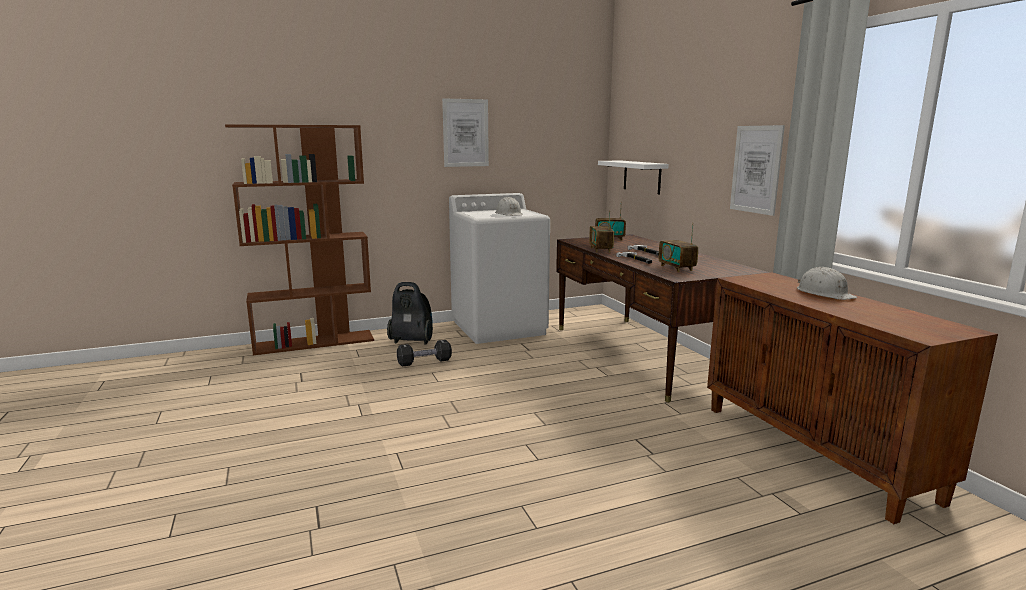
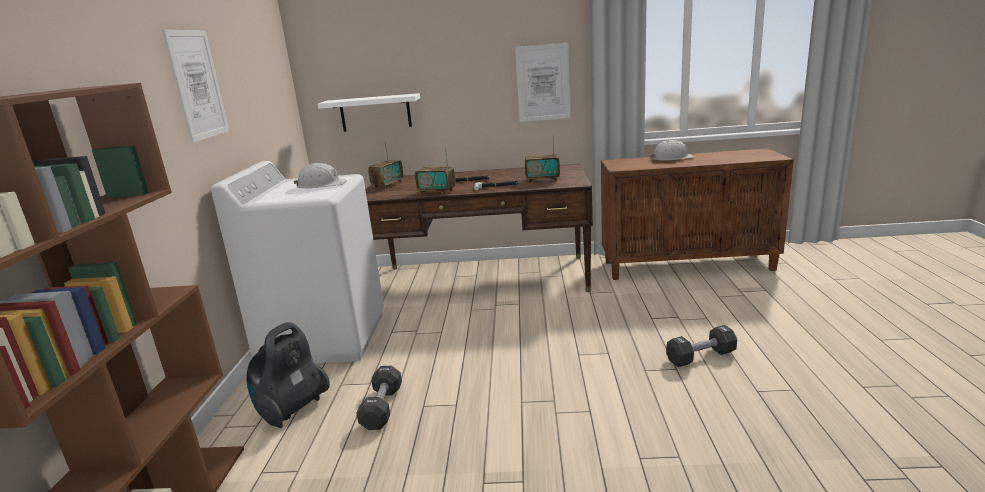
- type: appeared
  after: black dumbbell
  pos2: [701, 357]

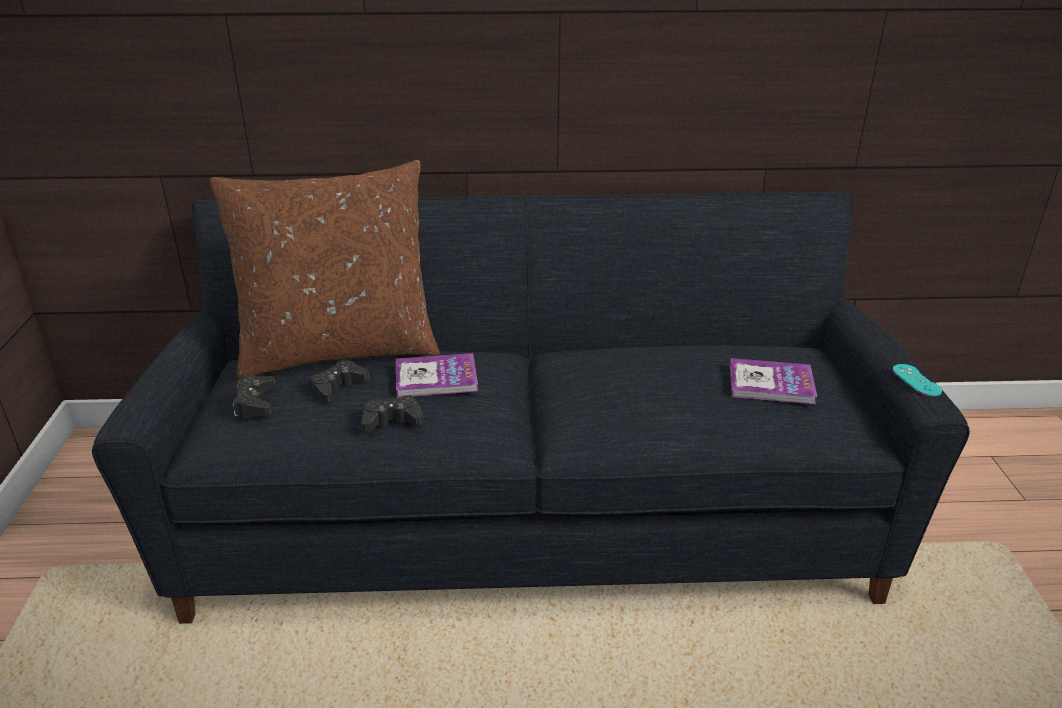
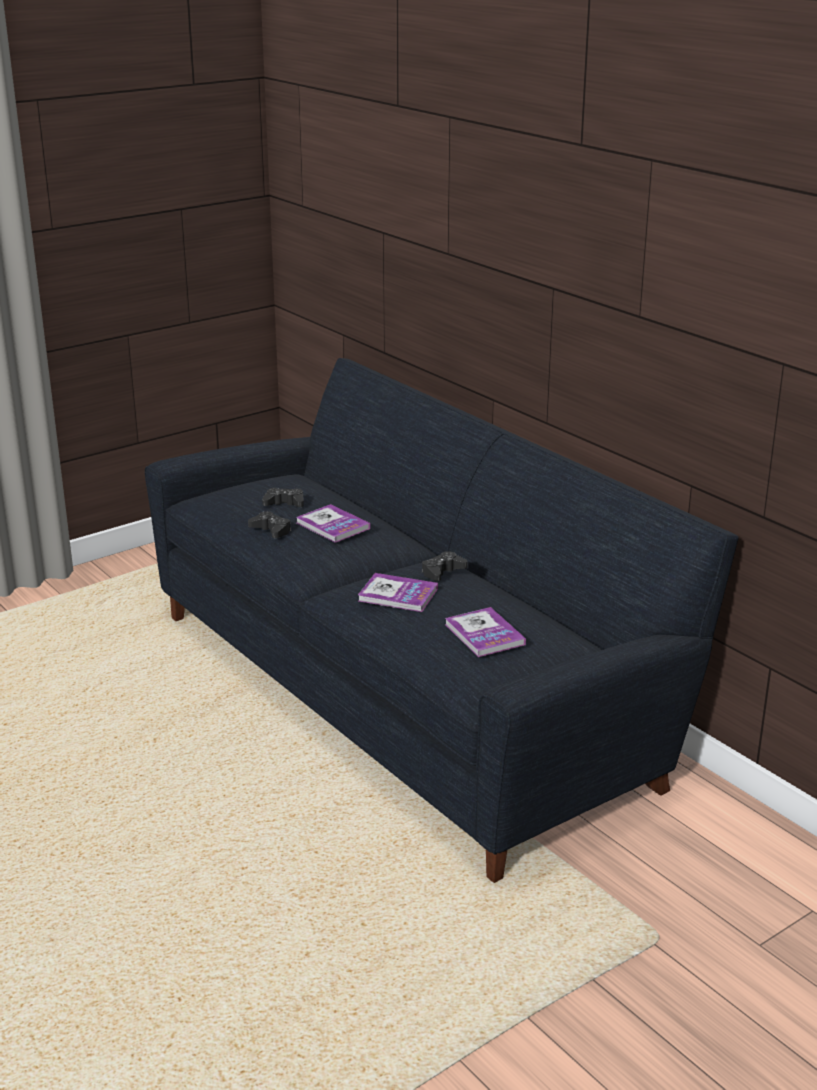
- type: missing
  before: brown pillow
  pos1: [339, 350]
- type: missing
  before: turquoise game controller
  pos1: [916, 380]
- type: relocated
  before: black game controller
  pos1: [255, 402]
  pos2: [442, 572]
- type: appeared
  after: book
  pos2: [398, 595]

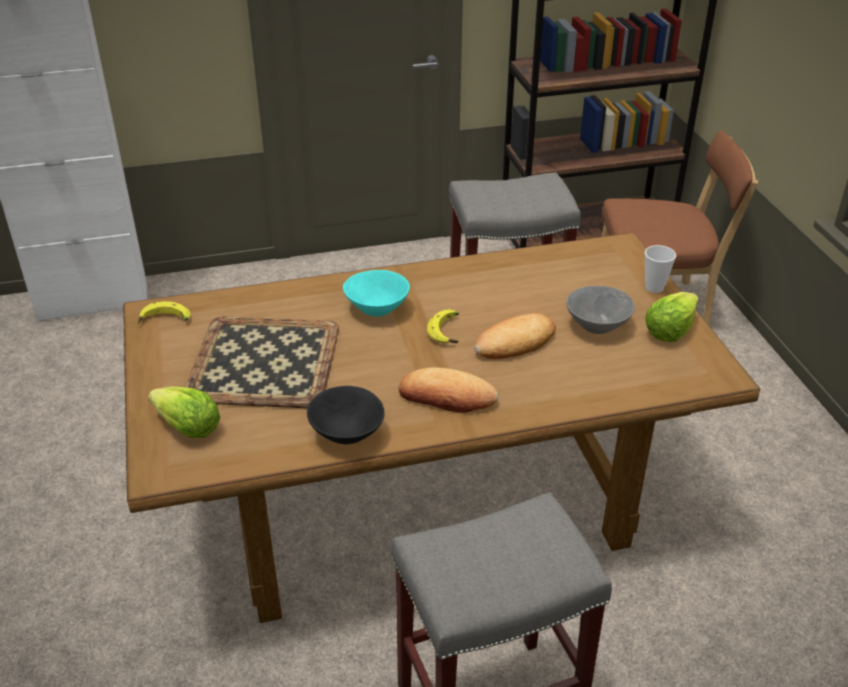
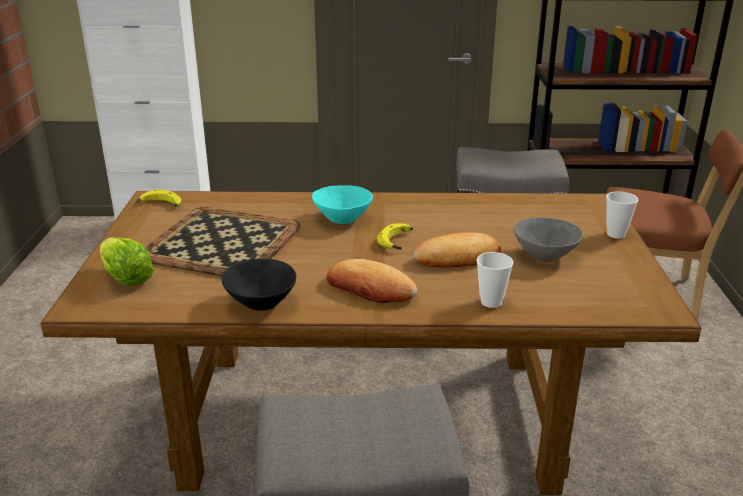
- type: missing
  before: lettuce
  pos1: [669, 331]
- type: appeared
  after: cup
  pos2: [491, 302]

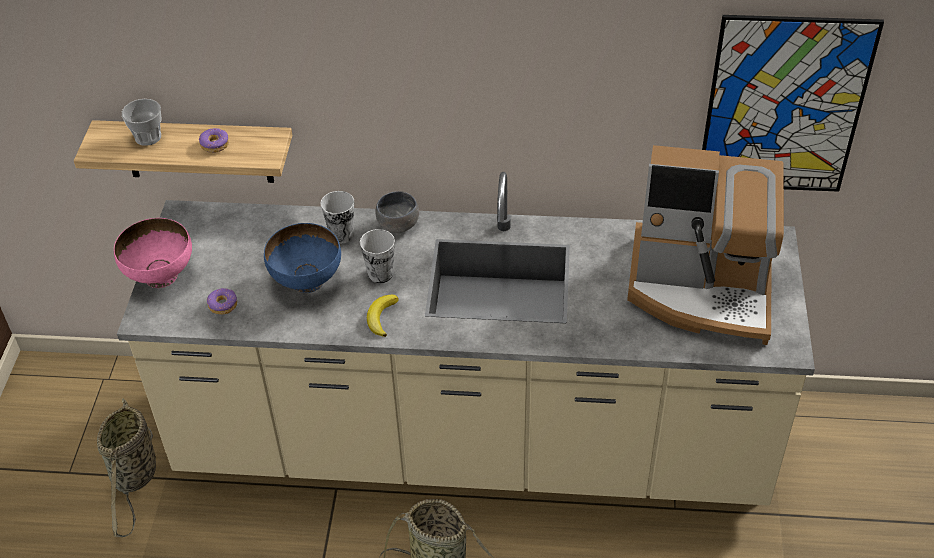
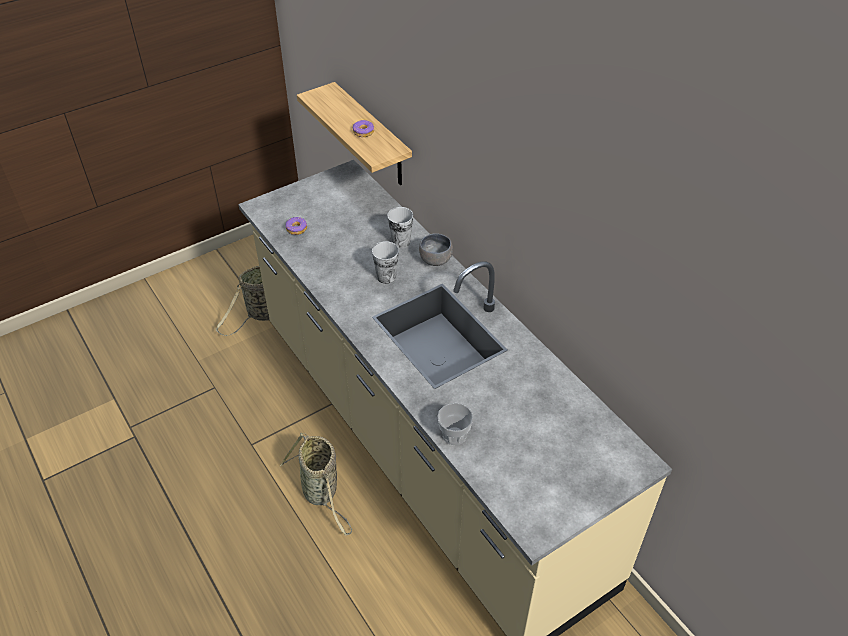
- type: missing
  before: picture
  pos1: [783, 106]
- type: relocated
  before: cup
  pos1: [148, 137]
  pos2: [454, 435]
- type: missing
  before: coffee machine
  pos1: [701, 288]
- type: missing
  before: pink bowl
  pos1: [161, 275]
- type: missing
  before: blue bowl
  pos1: [306, 281]
- type: missing
  before: banana
  pos1: [381, 317]

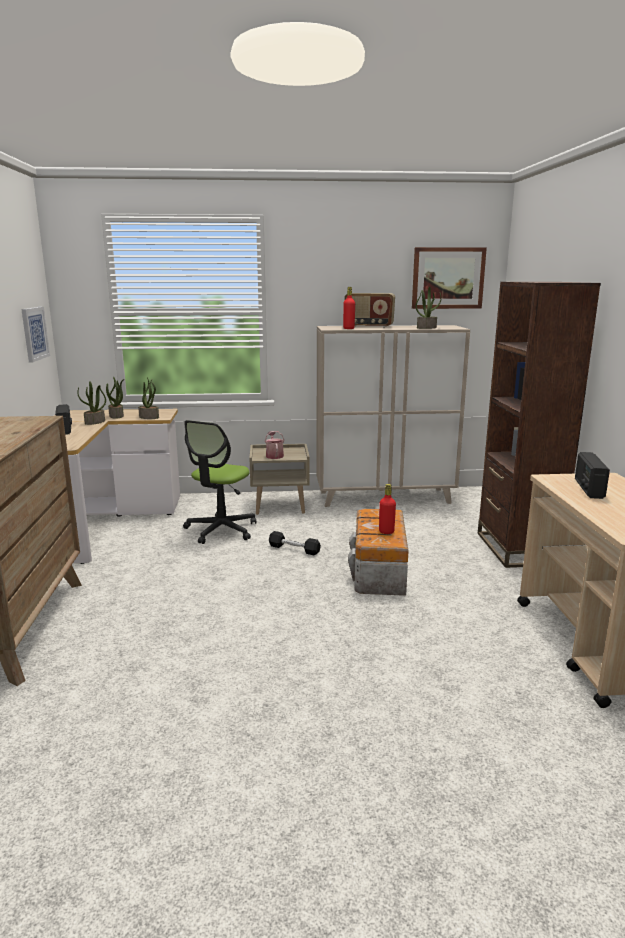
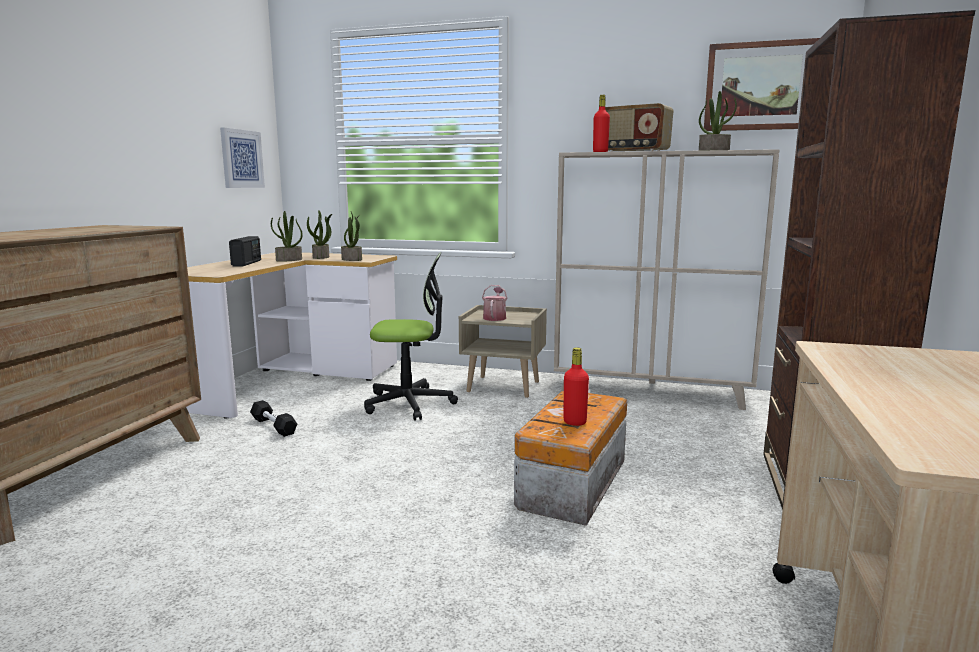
- type: spun
  before: office chair
  pos1: [221, 530]
  pos2: [409, 403]
  turn: -135
- type: missing
  before: radio
  pos1: [588, 488]
- type: relocated
  before: black dumbbell
  pos1: [294, 549]
  pos2: [273, 426]

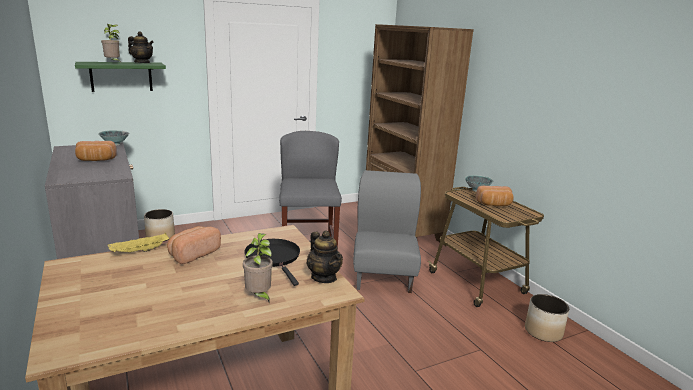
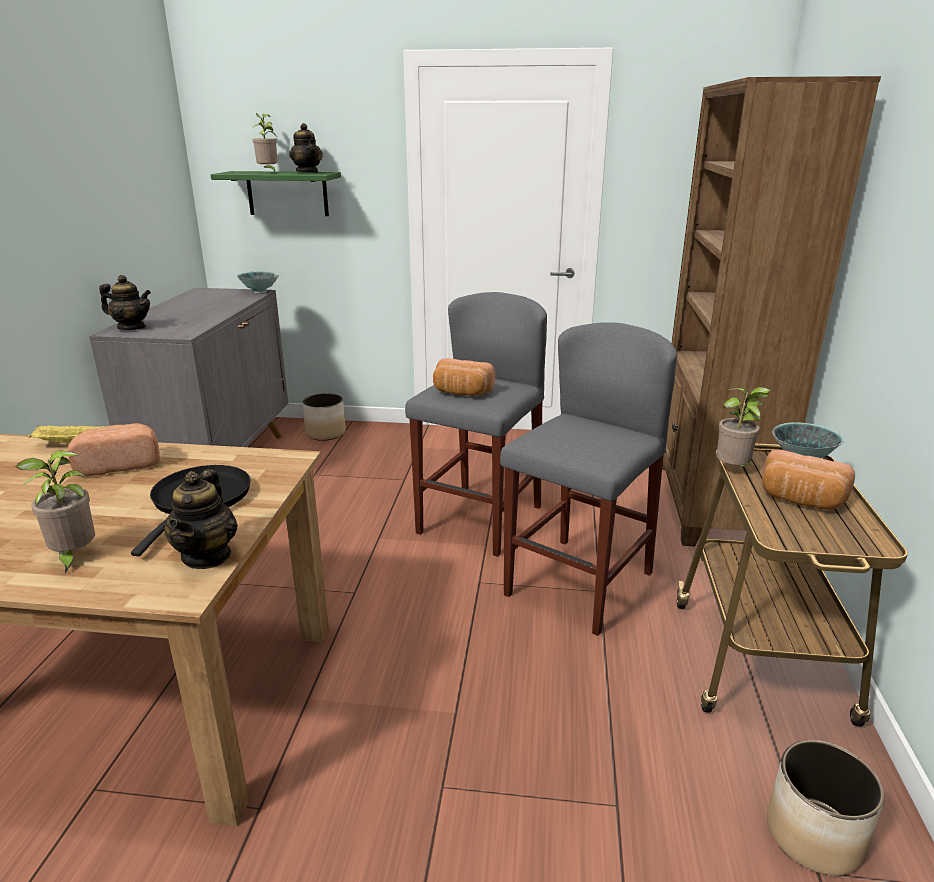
- type: relocated
  before: bread
  pos1: [96, 160]
  pos2: [461, 393]
- type: exchanged
  before: grey chair
  after: grey stool
  pos1: [384, 275]
  pos2: [579, 584]
- type: appeared
  after: teapot
  pos2: [132, 328]
- type: appeared
  after: potted plant
  pos2: [733, 470]

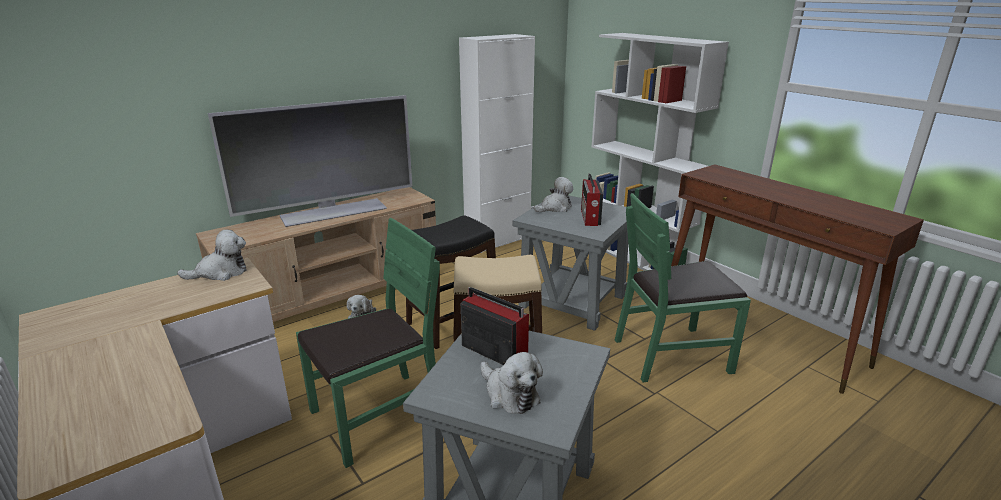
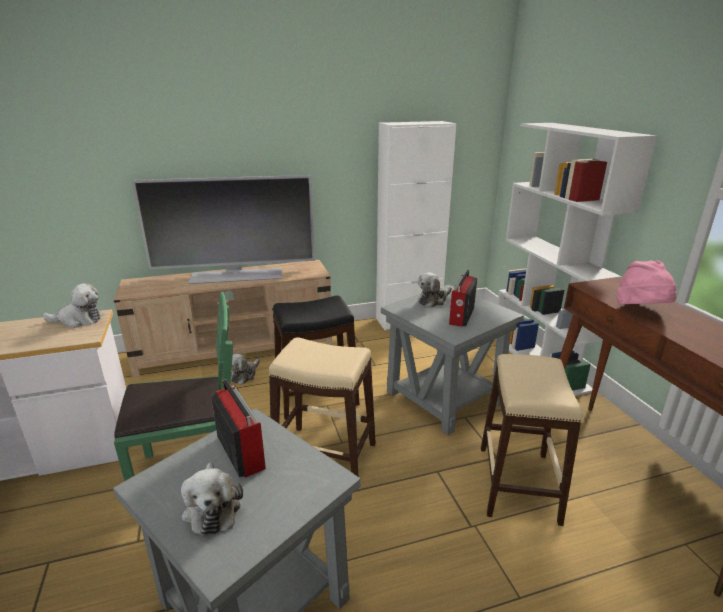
- type: spun
  before: plush toy
  pos1: [555, 208]
  pos2: [433, 300]
  turn: 150
- type: exchanged
  before: green chair
  after: beige stool
  pos1: [671, 354]
  pos2: [517, 483]
- type: appeared
  after: pink hat
  pos2: [641, 311]

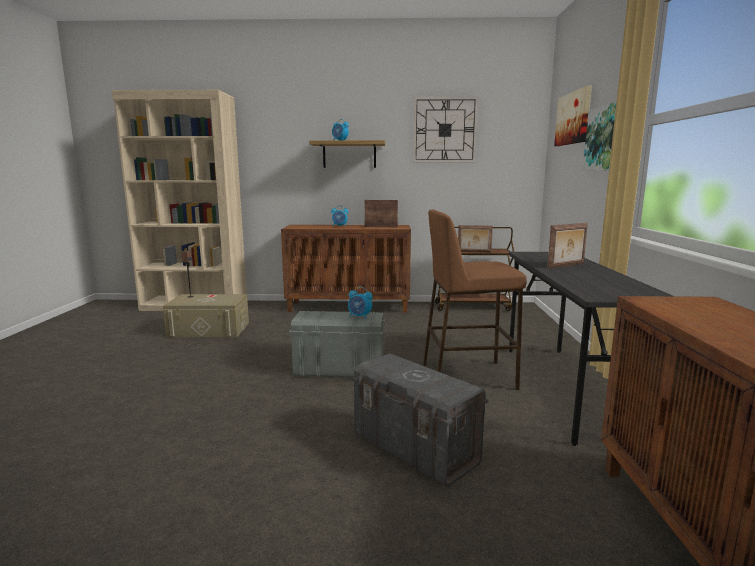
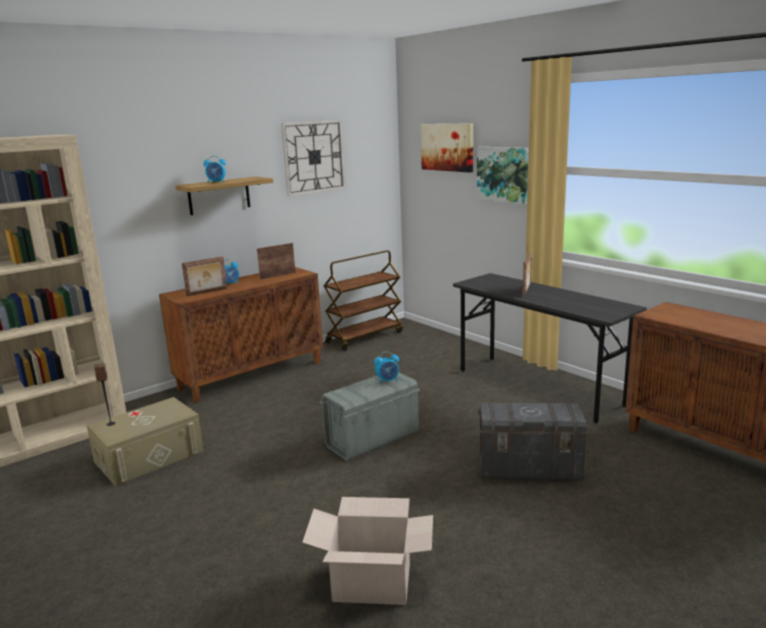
- type: missing
  before: brown stool
  pos1: [467, 376]
- type: relocated
  before: picture frame
  pos1: [474, 252]
  pos2: [207, 292]
- type: appeared
  after: cardboard box
  pos2: [371, 583]

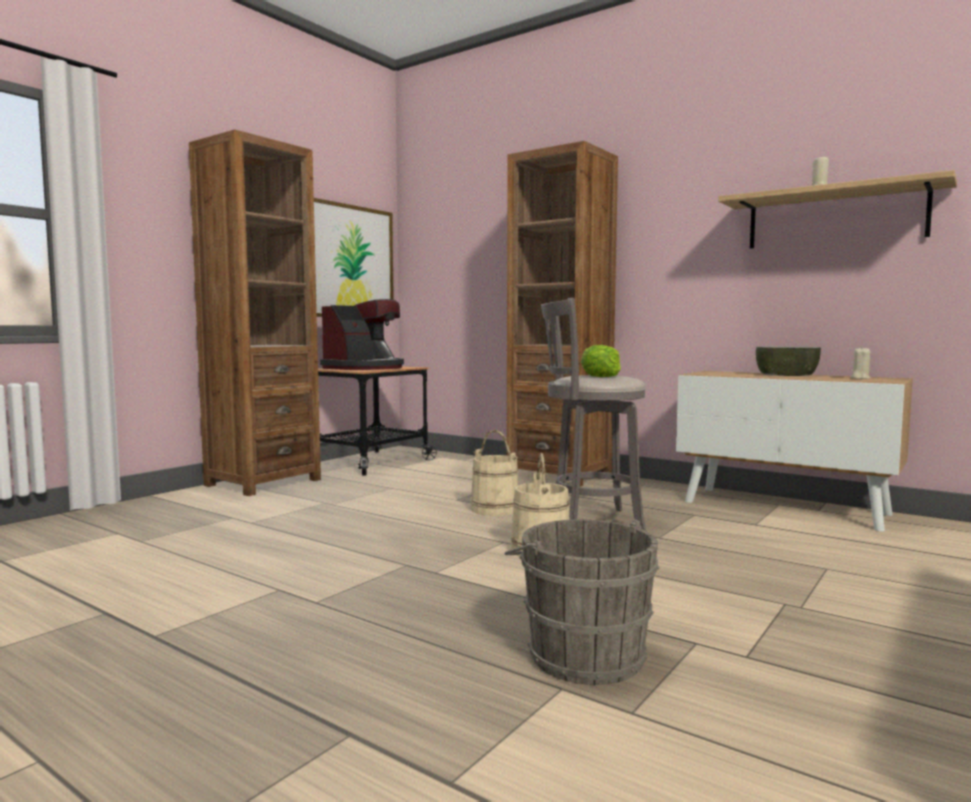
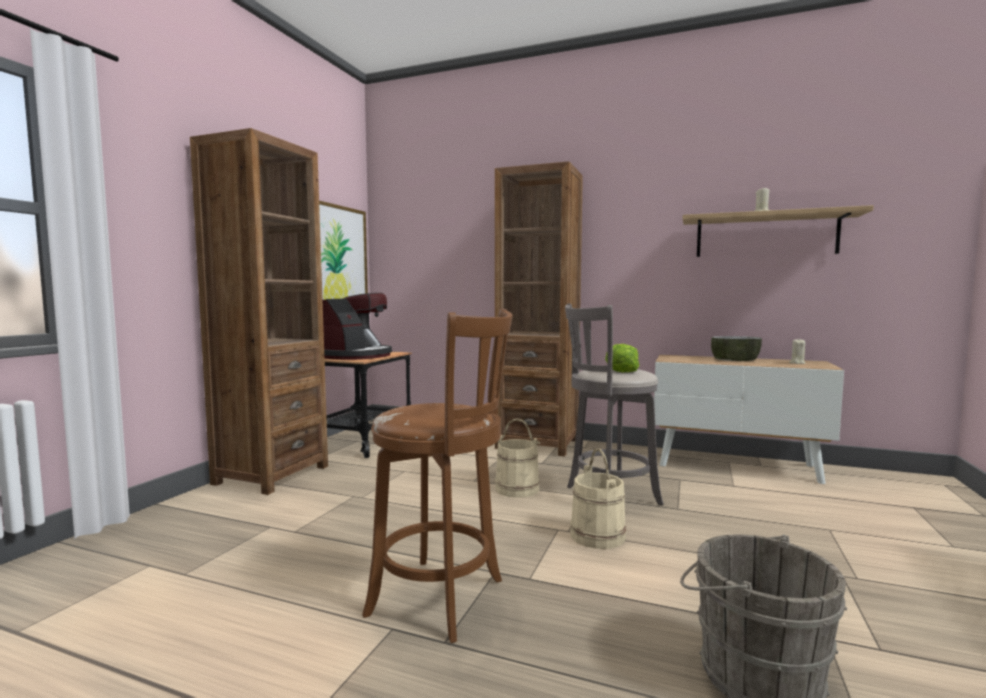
- type: appeared
  after: brown stool
  pos2: [443, 599]

